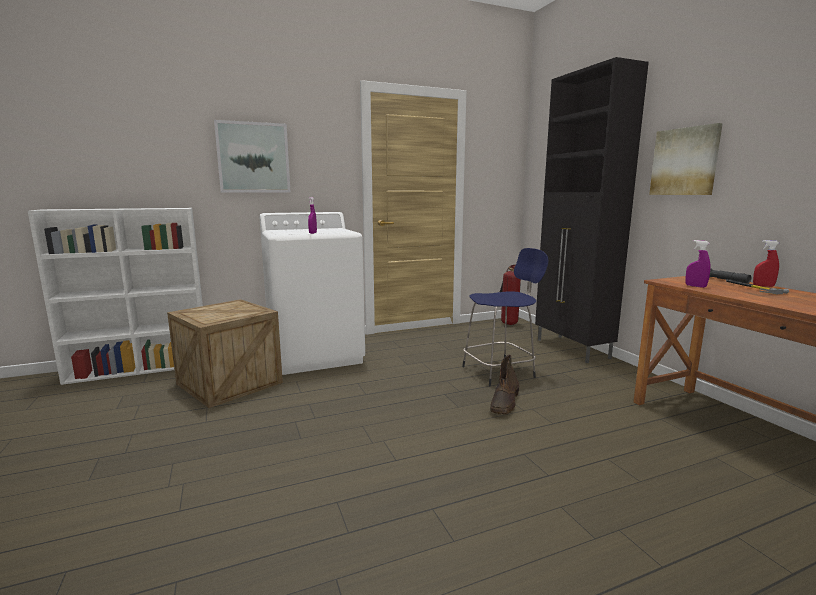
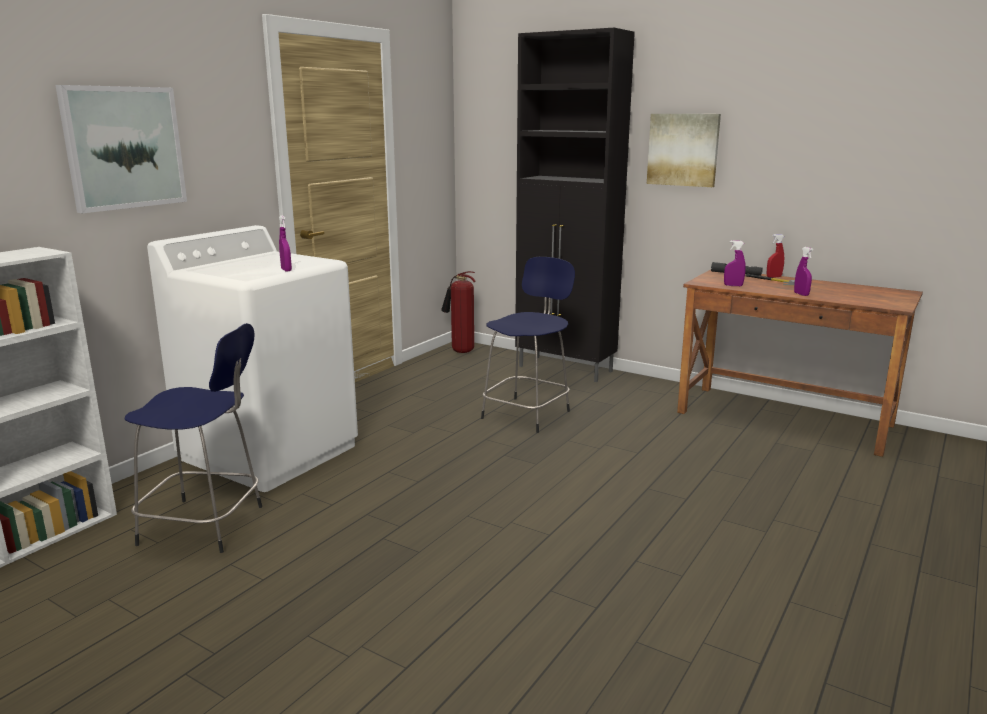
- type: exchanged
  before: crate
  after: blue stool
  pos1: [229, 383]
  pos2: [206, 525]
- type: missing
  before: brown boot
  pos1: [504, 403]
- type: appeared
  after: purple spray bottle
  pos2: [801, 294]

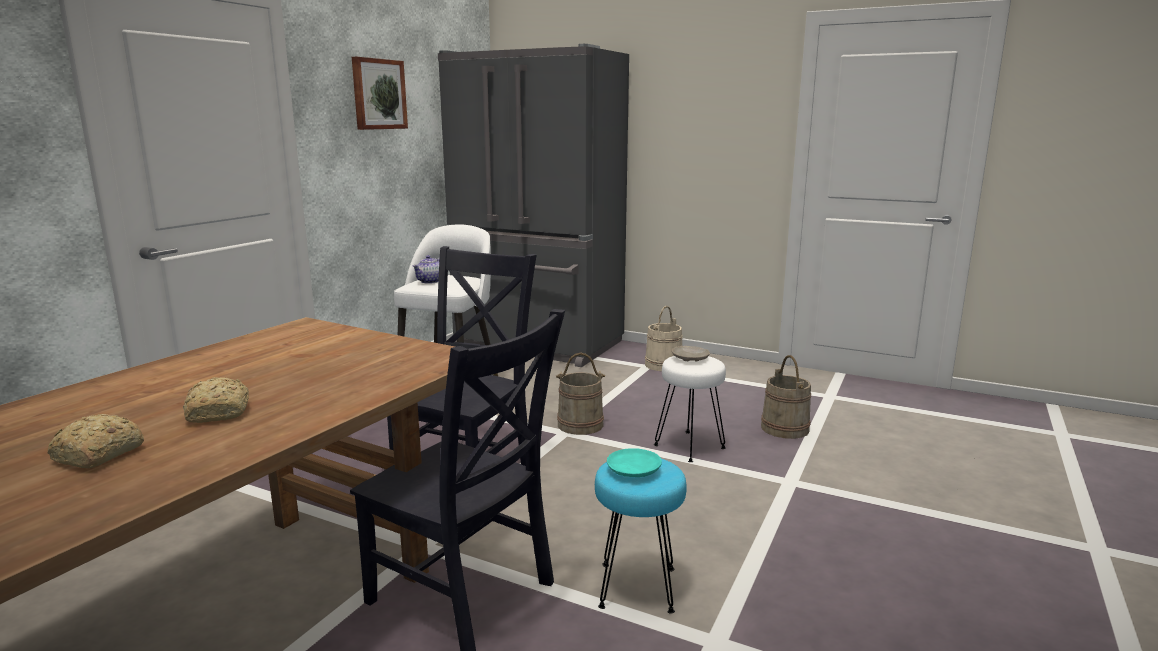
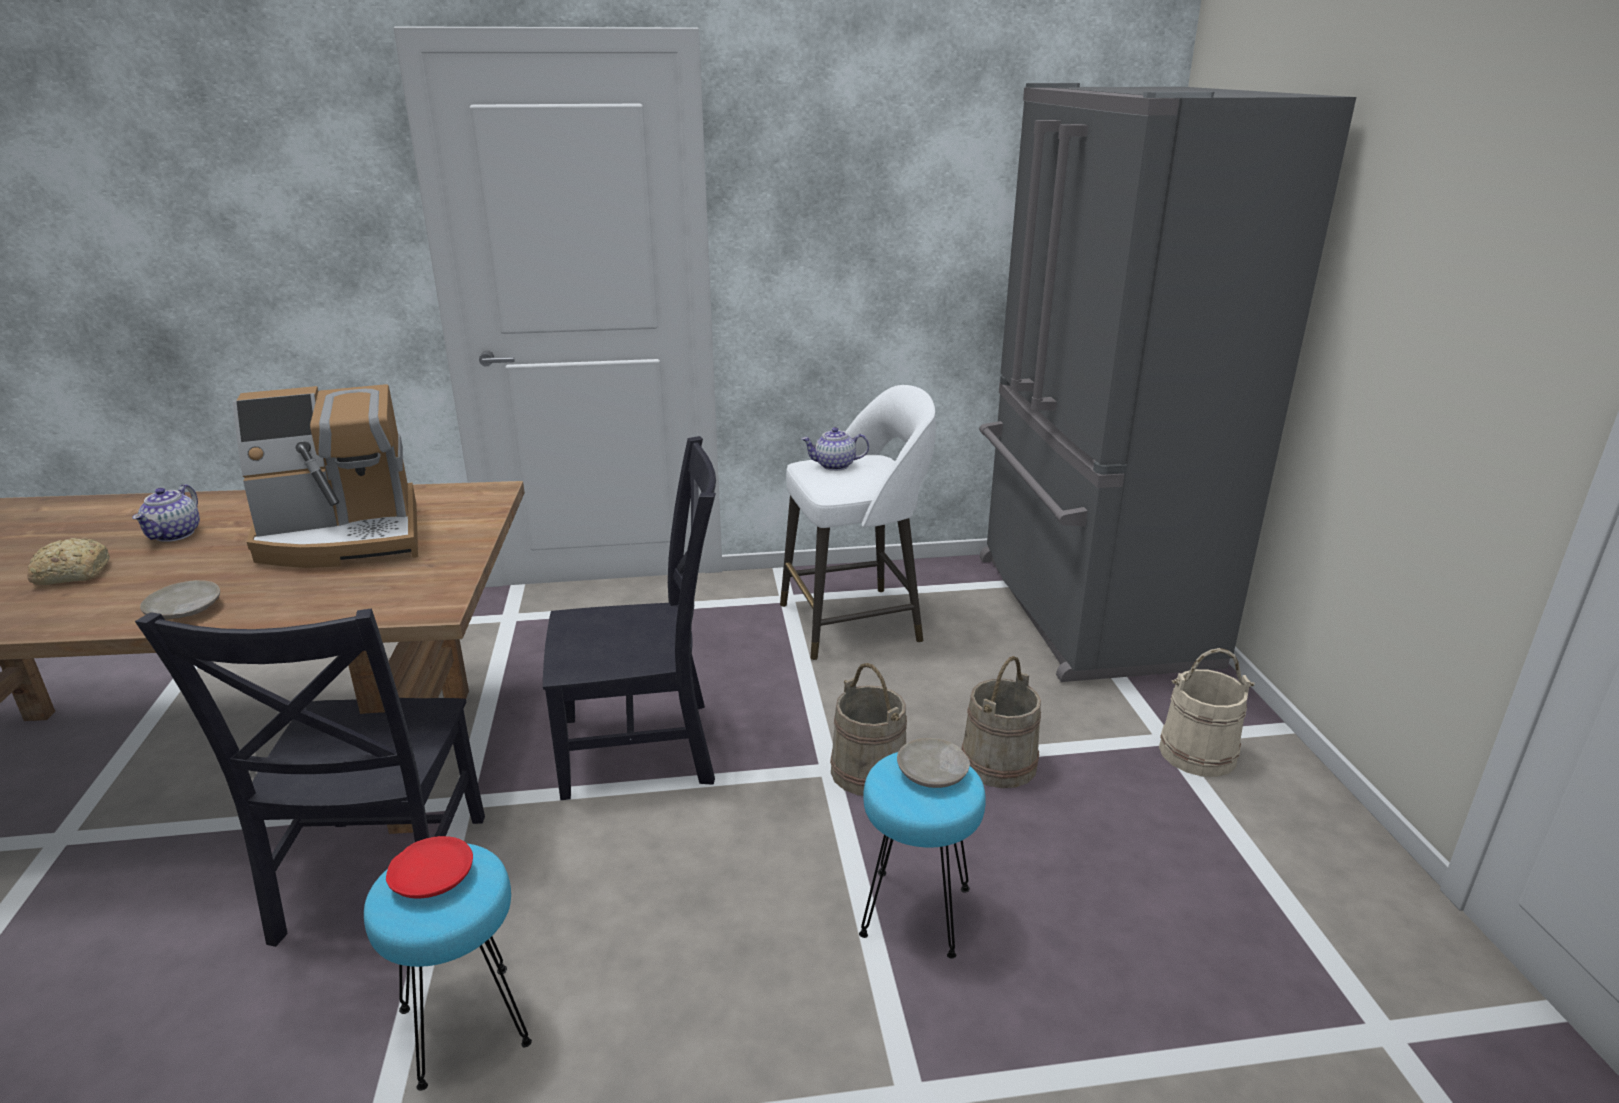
- type: missing
  before: picture
  pos1: [378, 94]
- type: relocated
  before: beige bucket
  pos1: [785, 428]
  pos2: [999, 763]
- type: colour
  before: white stool
  after: turquoise stool
  pos1: [690, 446]
  pos2: [917, 913]
- type: missing
  before: bread
  pos1: [220, 412]
- type: colour
  before: turquoise plate
  after: red plate
  pos1: [633, 471]
  pos2: [432, 877]
- type: appeared
  after: coffee machine
  pos2: [343, 538]
- type: appeared
  after: teapot
  pos2: [175, 534]
- type: appeared
  after: beige plate
  pos2: [184, 611]

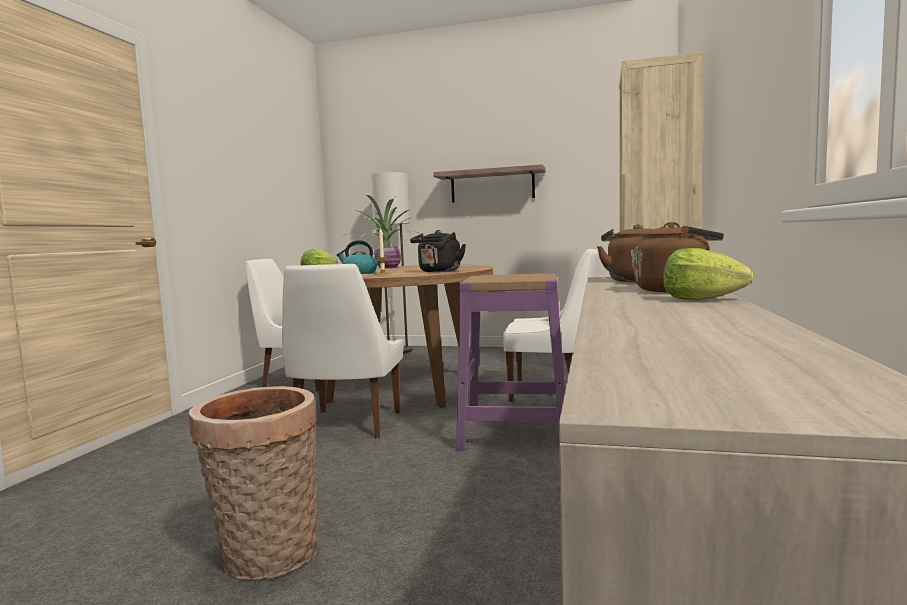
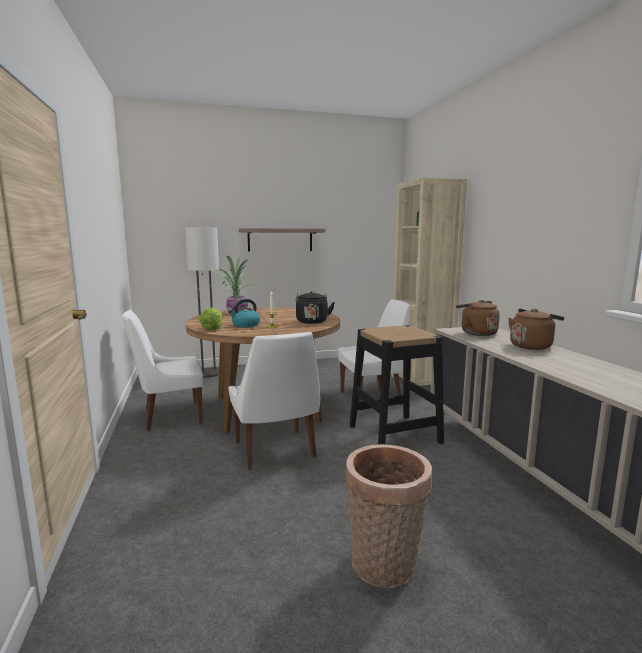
- type: missing
  before: lettuce
  pos1: [701, 299]
- type: colour
  before: purple stool
  after: black stool
  pos1: [514, 432]
  pos2: [394, 434]

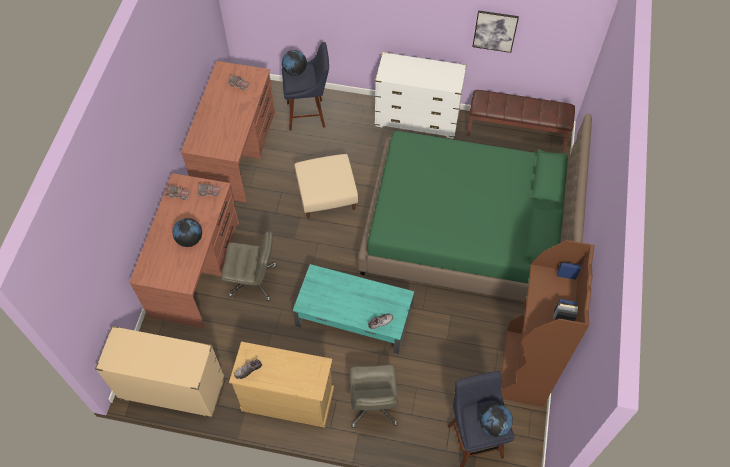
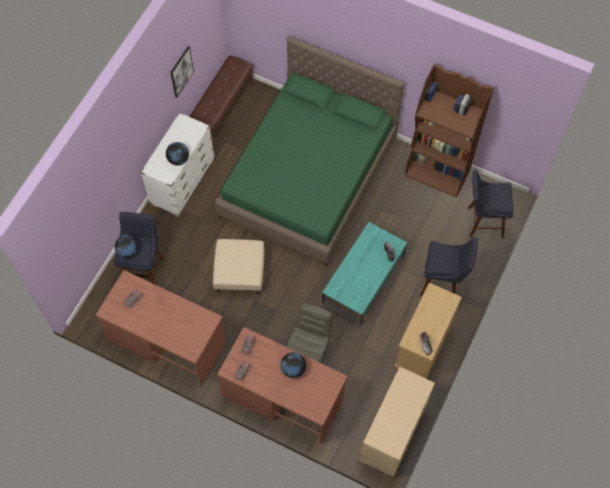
- type: exchanged
  before: grey office chair
  after: blue stool
  pos1: [373, 405]
  pos2: [443, 284]
- type: relocated
  before: globe
  pos1: [494, 425]
  pos2: [178, 159]

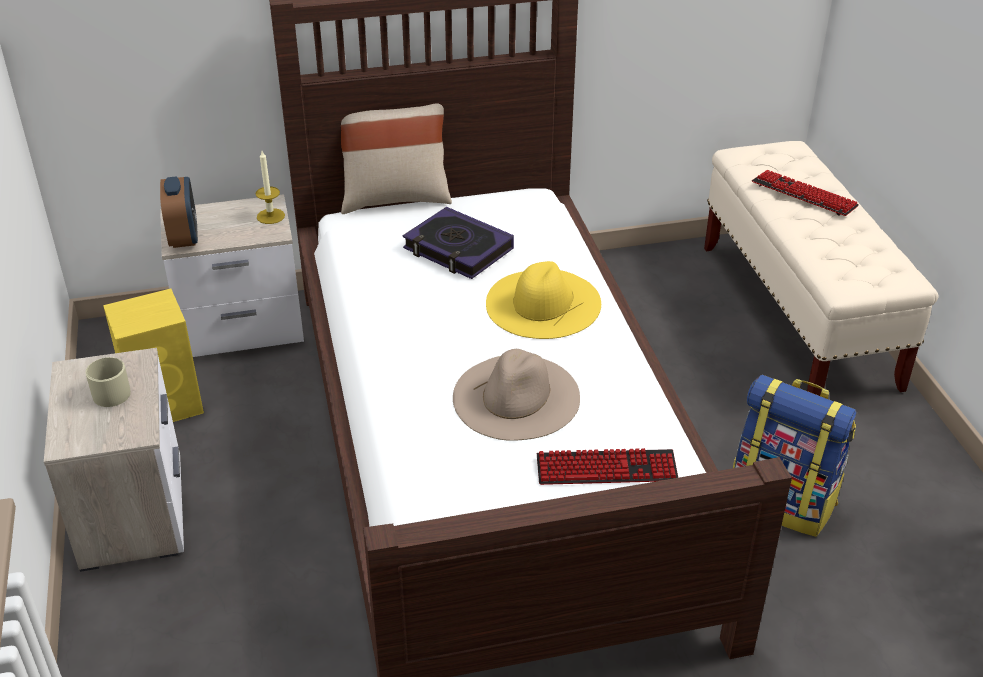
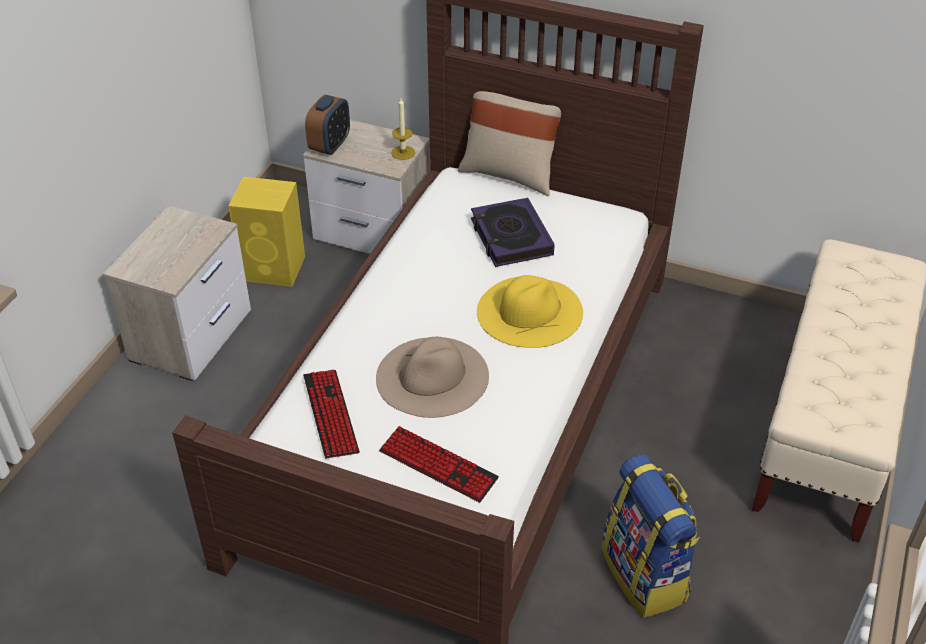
- type: relocated
  before: keyboard
  pos1: [804, 195]
  pos2: [330, 414]
- type: missing
  before: beige mug
  pos1: [110, 391]

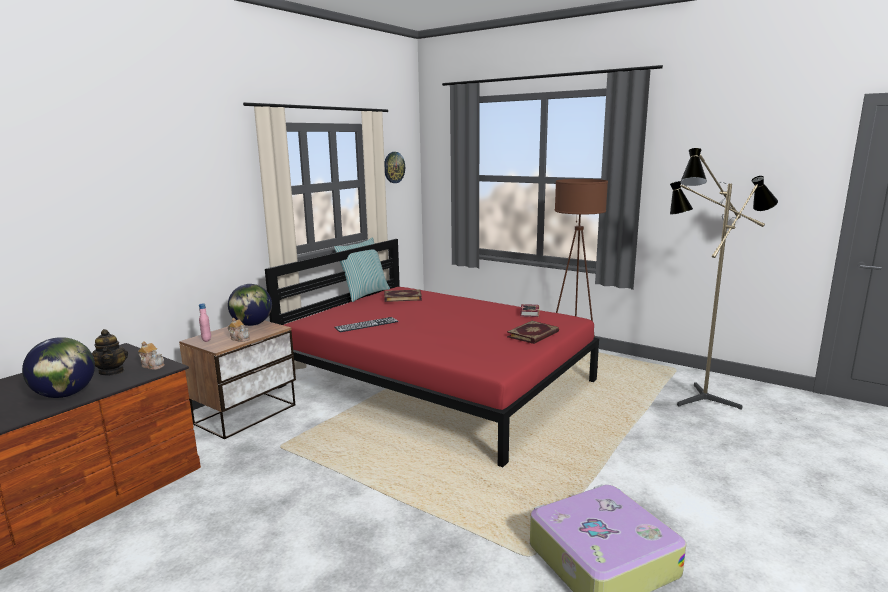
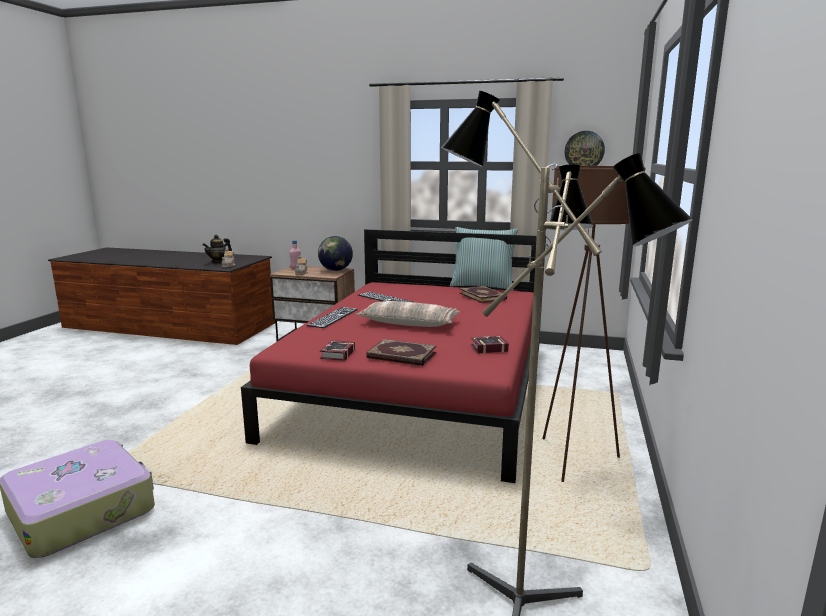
- type: missing
  before: globe
  pos1: [65, 395]
- type: appeared
  after: pillow
  pos2: [409, 323]
- type: appeared
  after: keyboard
  pos2: [333, 317]
- type: appeared
  after: book
  pos2: [336, 354]

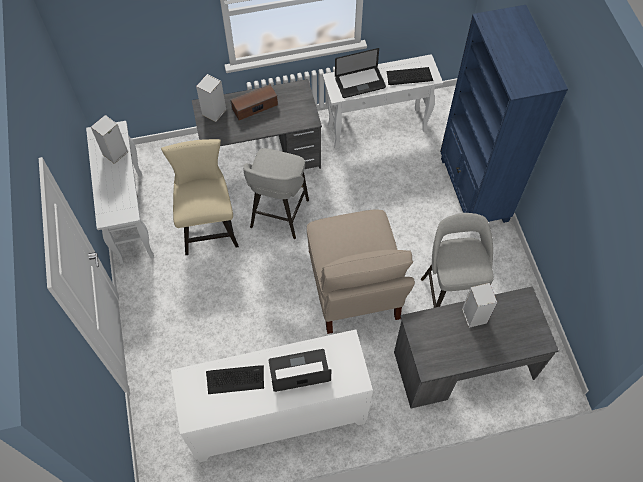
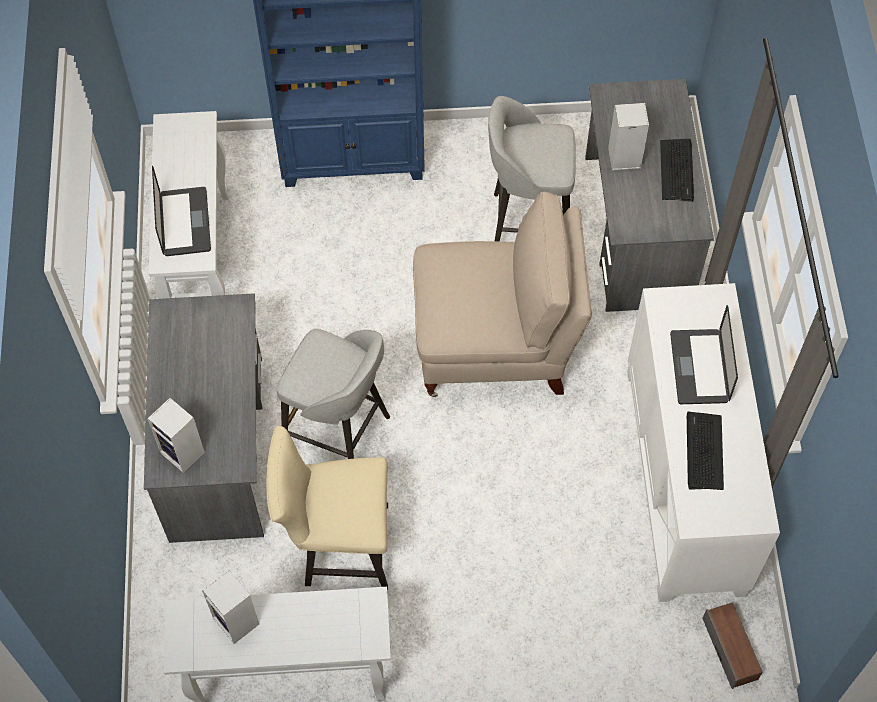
- type: relocated
  before: keyboard
  pos1: [409, 77]
  pos2: [677, 170]
- type: relocated
  before: speaker
  pos1: [255, 107]
  pos2: [730, 649]

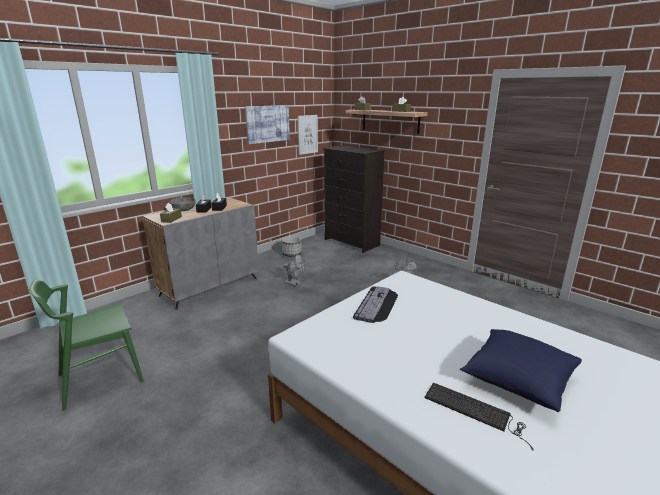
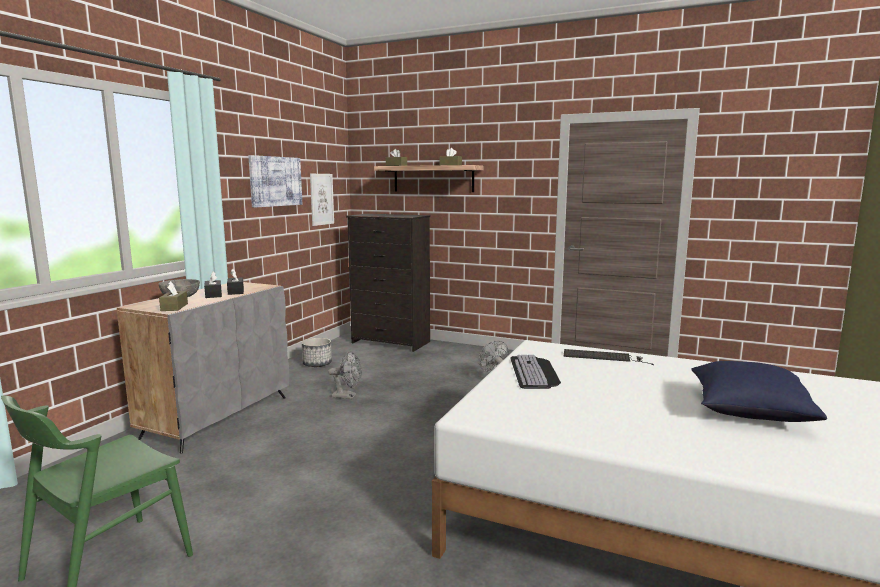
- type: relocated
  before: keyboard
  pos1: [476, 411]
  pos2: [604, 357]

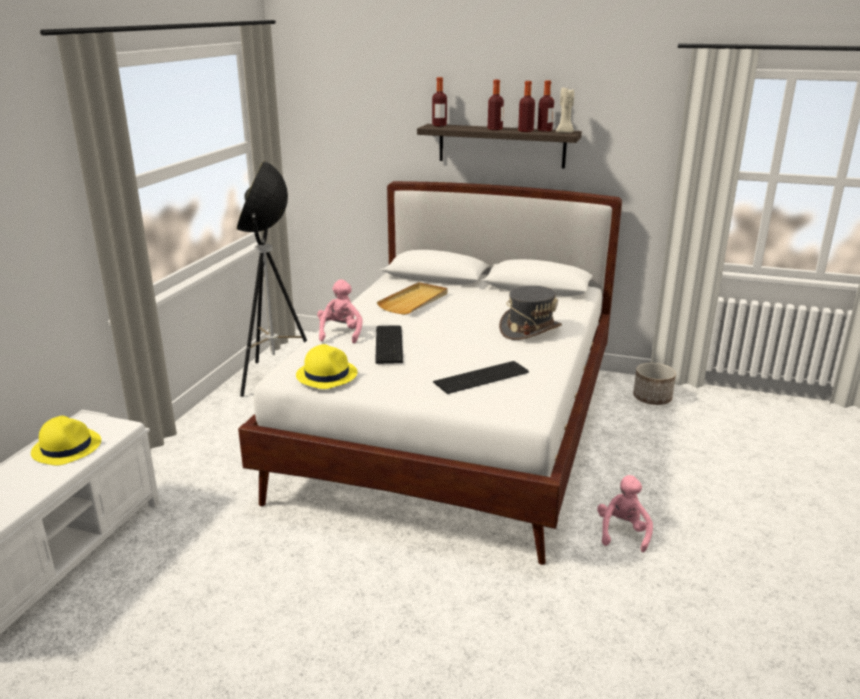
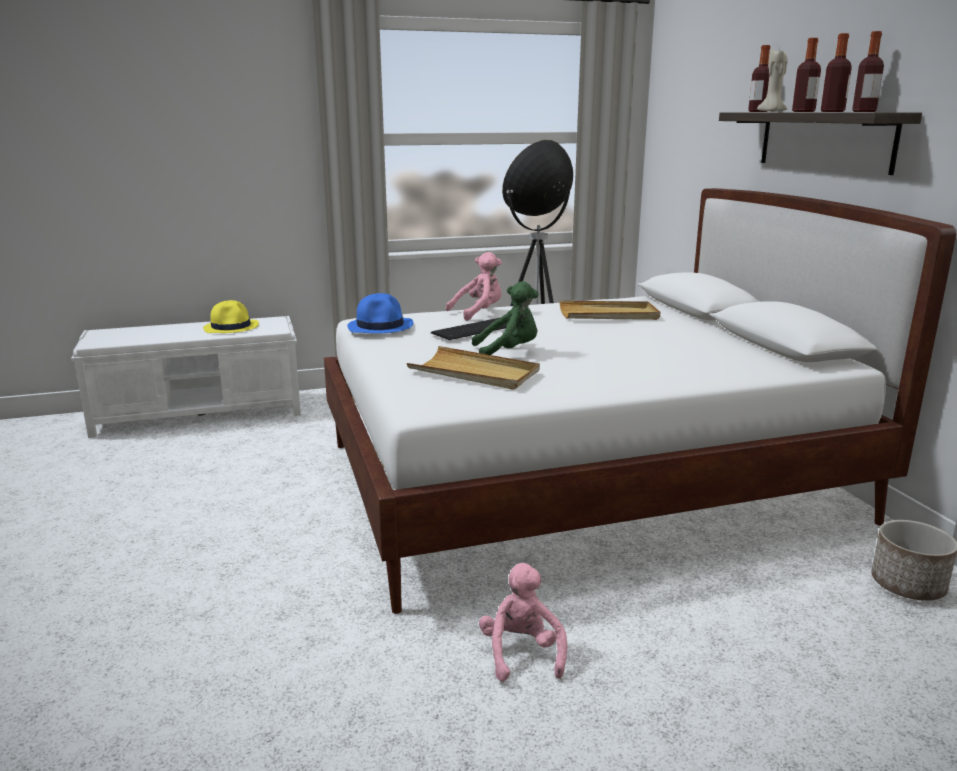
- type: relocated
  before: beige candle
  pos1: [565, 132]
  pos2: [772, 112]
- type: missing
  before: grey hat
  pos1: [530, 330]
- type: colour
  before: yellow hat
  after: blue hat
  pos1: [326, 374]
  pos2: [381, 326]
- type: exchanged
  before: keyboard
  after: beige tray
  pos1: [483, 377]
  pos2: [474, 373]
- type: spun
  before: pink plush toy
  pos1: [622, 532]
  pos2: [521, 653]
  turn: -75
- type: appeared
  after: green plush toy
  pos2: [508, 352]

